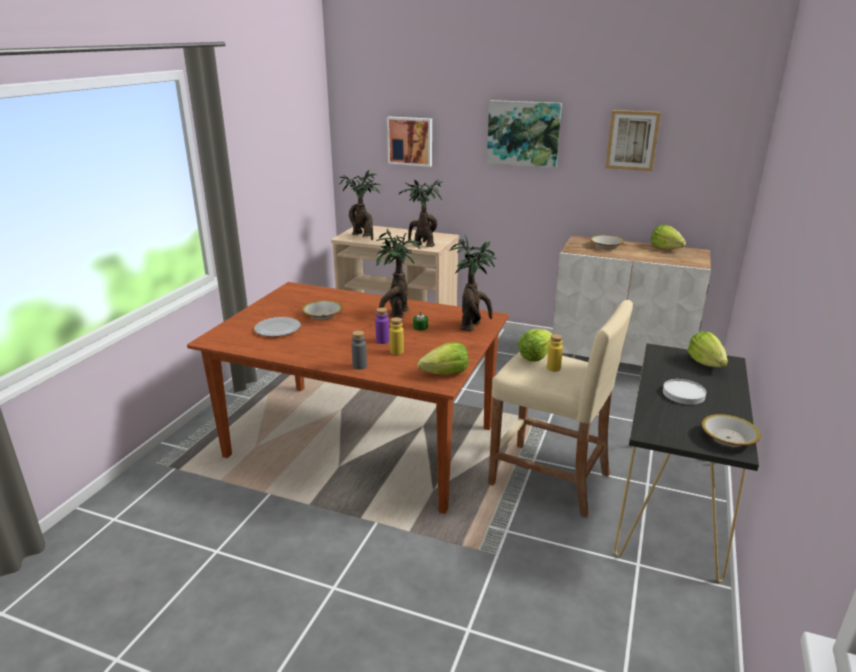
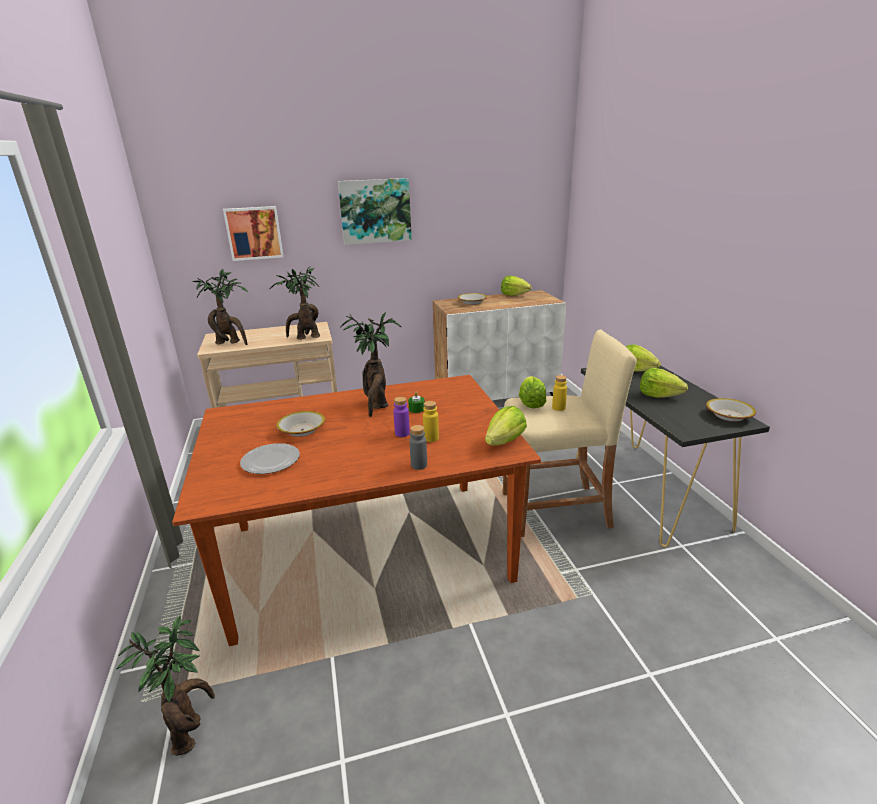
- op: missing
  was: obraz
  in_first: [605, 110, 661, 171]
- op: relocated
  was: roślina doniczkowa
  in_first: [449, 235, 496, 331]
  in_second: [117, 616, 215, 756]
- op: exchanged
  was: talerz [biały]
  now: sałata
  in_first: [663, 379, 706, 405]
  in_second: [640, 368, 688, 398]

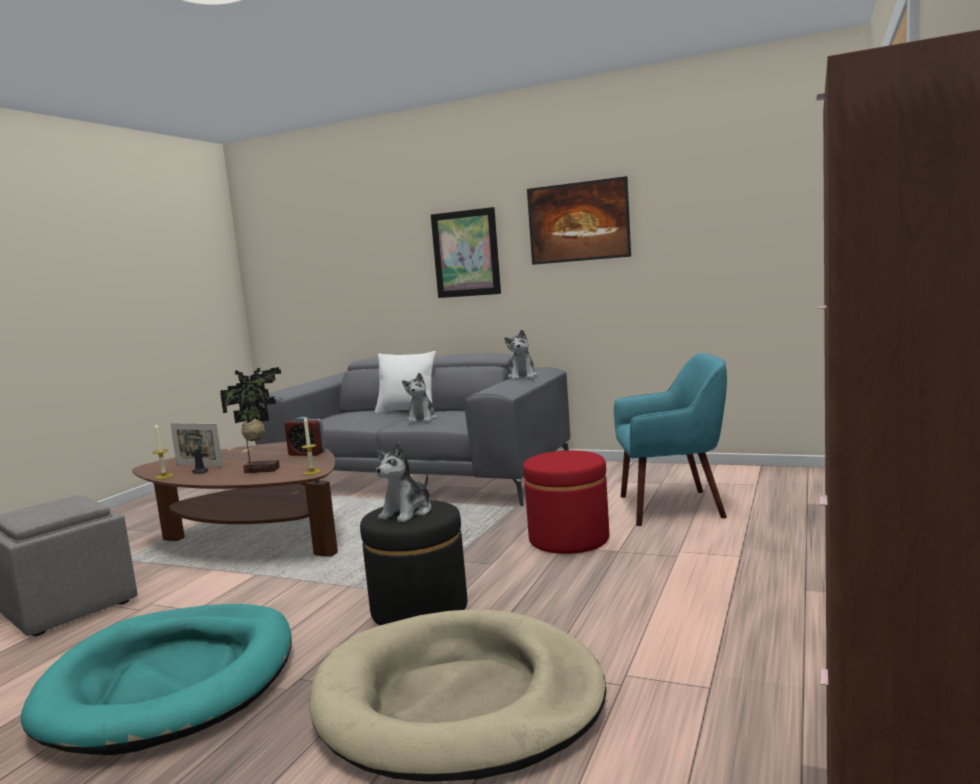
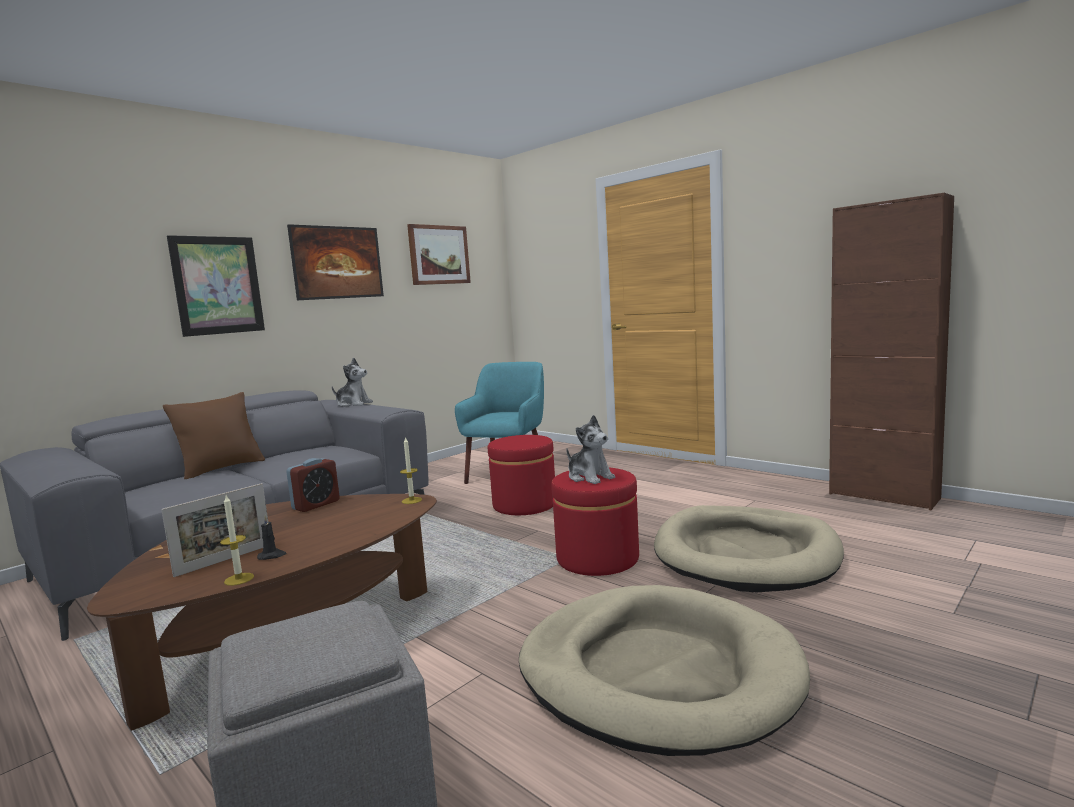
- op: colour
  was: poduszka [biały]
  now: poduszka [brązowy]
  in_first: [375, 351, 436, 413]
  in_second: [163, 392, 265, 479]
- op: missing
  was: roślina doniczkowa
  in_first: [220, 367, 281, 473]
- op: missing
  was: pluszak
  in_first: [402, 373, 437, 423]
- op: colour
  was: pufa [czarny]
  now: pufa [czerwony]
  in_first: [360, 500, 467, 625]
  in_second: [551, 468, 639, 576]
- op: colour
  was: legowisko [turkusowy]
  now: legowisko [beżowy]
  in_first: [20, 604, 292, 755]
  in_second: [519, 585, 810, 756]
- op: appeared
  now: obraz
  in_second: [407, 224, 471, 285]

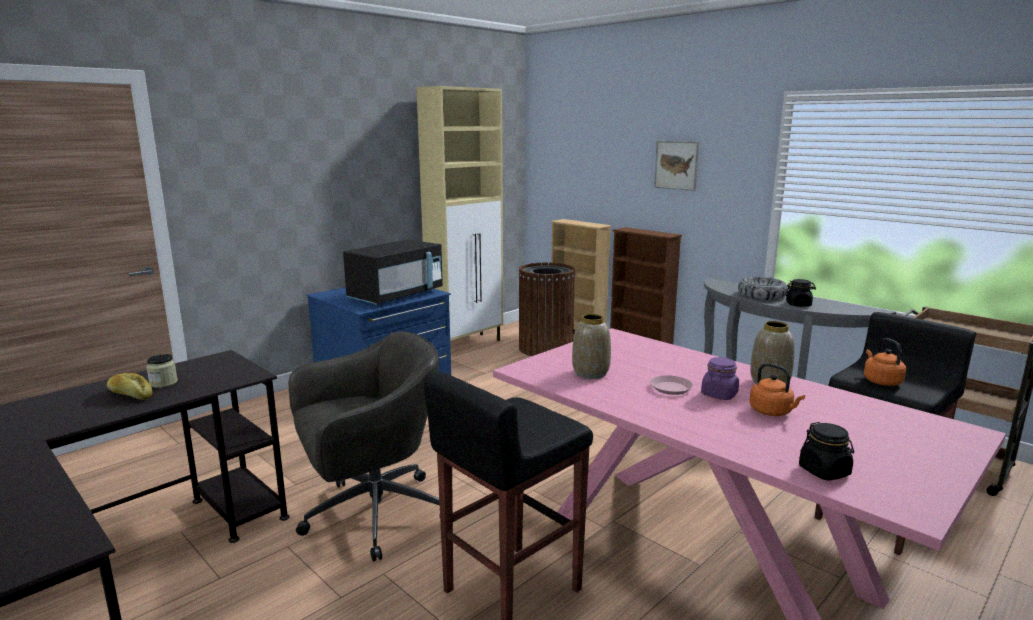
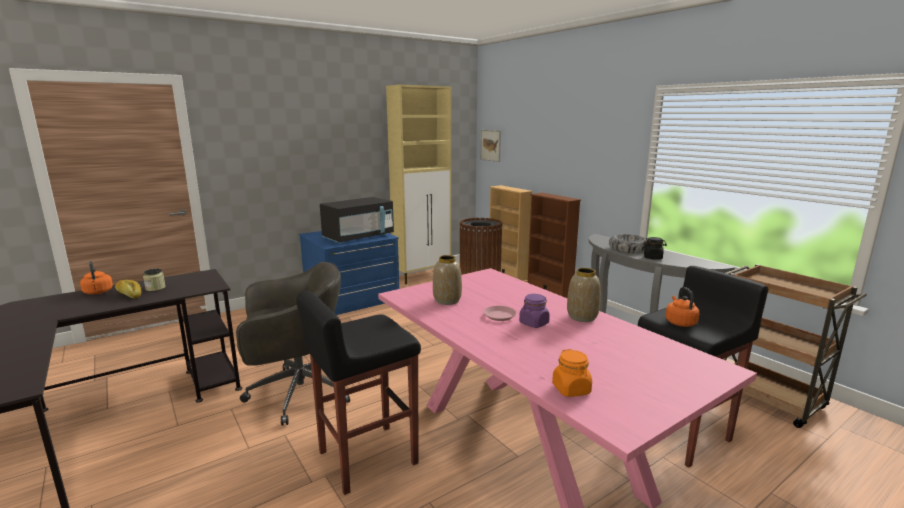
- op: relocated
  was: obraz
  in_first: [654, 141, 699, 191]
  in_second: [480, 130, 501, 162]
- op: relocated
  was: czajnik [pomarańczowy]
  in_first: [750, 363, 805, 416]
  in_second: [80, 261, 113, 294]
- op: colour
  was: słoik [czarny]
  now: słoik [pomarańczowy]
  in_first: [799, 422, 854, 481]
  in_second: [552, 349, 592, 397]

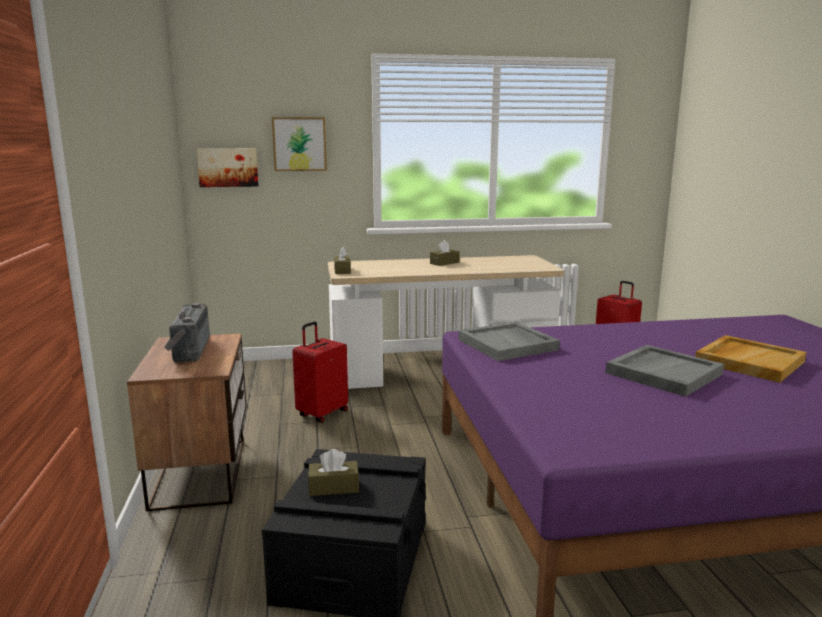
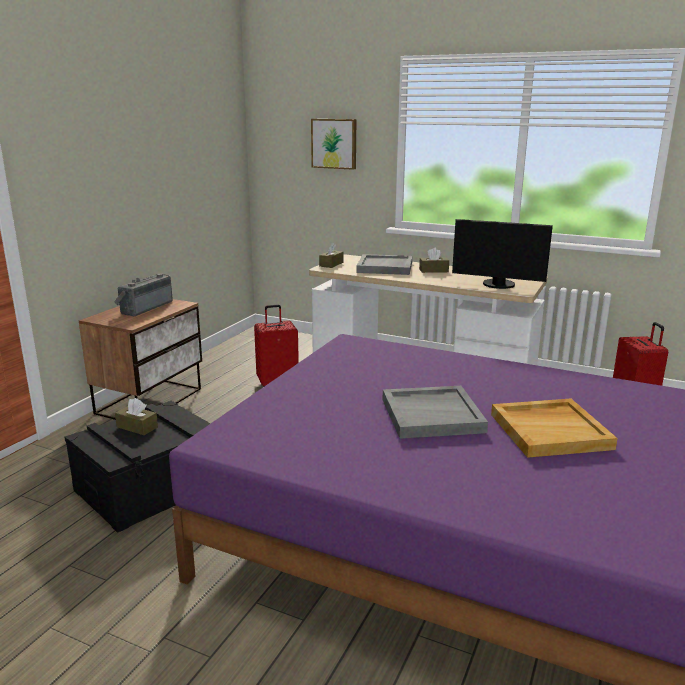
- op: missing
  was: obraz
  in_first: [196, 148, 259, 187]
- op: relocated
  was: taca [szary]
  in_first: [458, 322, 560, 361]
  in_second: [356, 254, 412, 275]
- op: appeared
  now: monitor
  in_second: [452, 219, 553, 289]

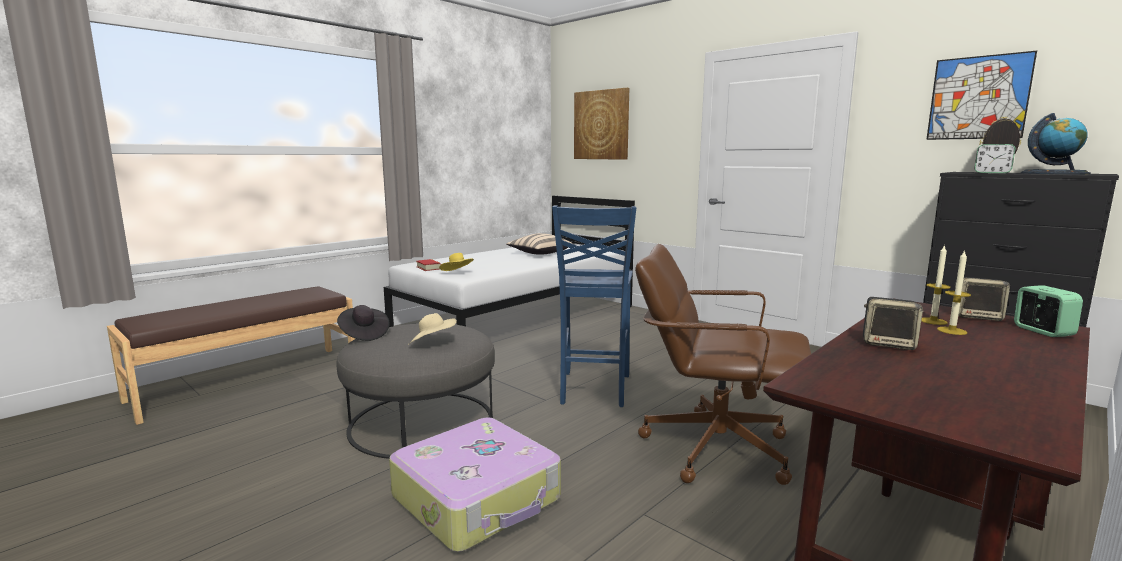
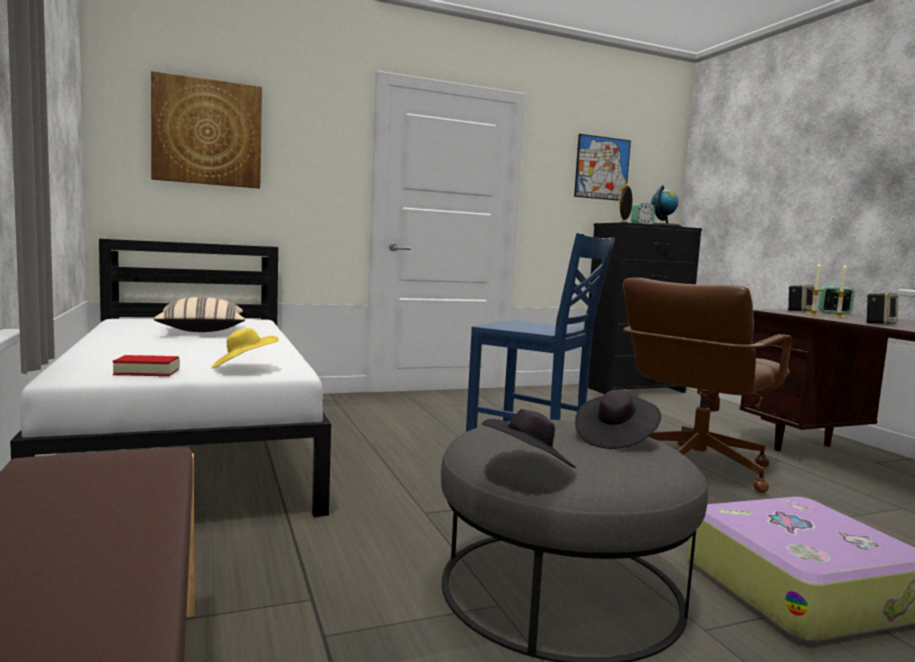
- op: colour
  was: kapelusz [beżowy]
  now: kapelusz [czarny]
  in_first: [408, 313, 457, 345]
  in_second: [575, 390, 661, 449]

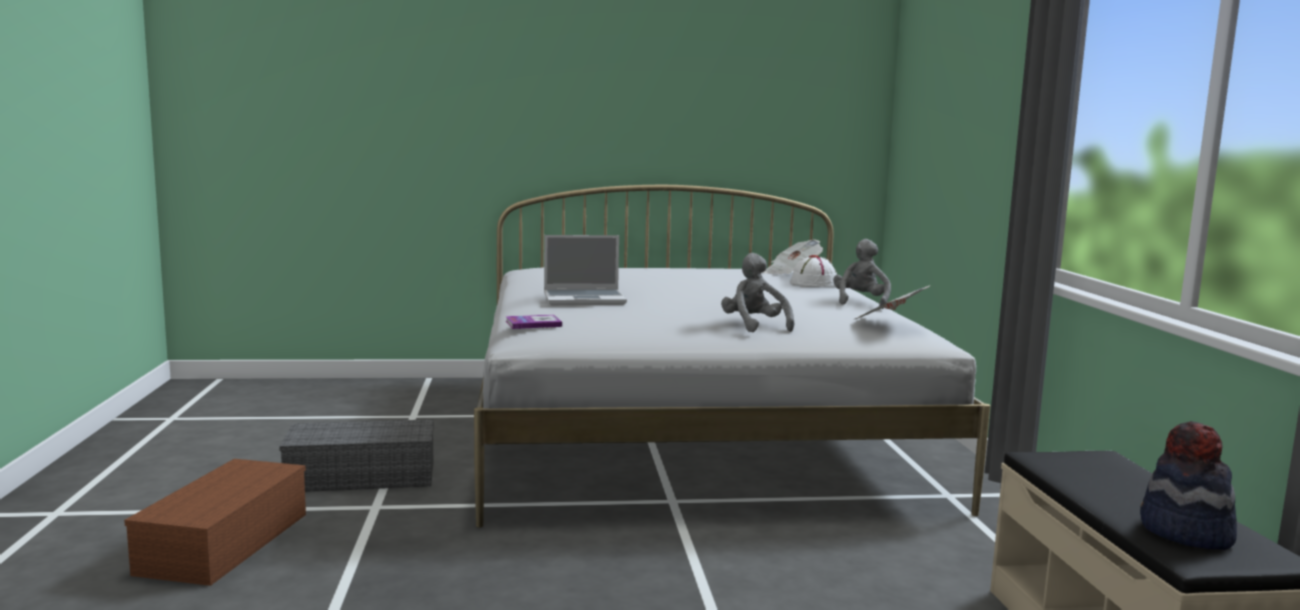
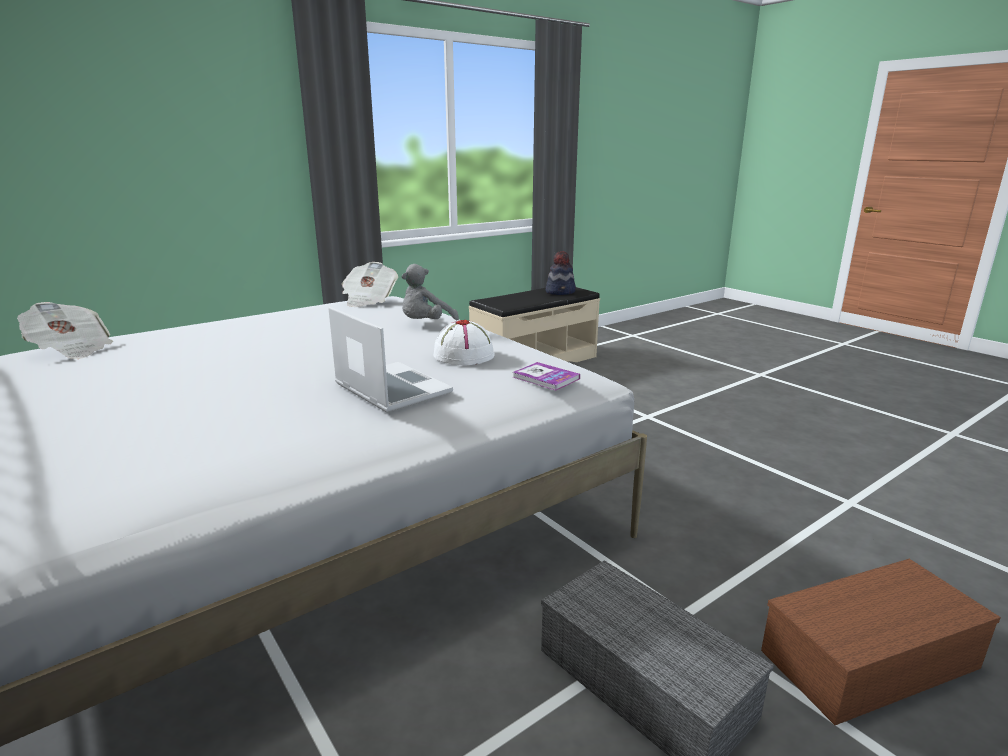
- op: missing
  was: pluszak [szary]
  in_first: [833, 239, 891, 309]
- op: relocated
  was: kapelusz [biały]
  in_first: [791, 255, 837, 286]
  in_second: [434, 320, 495, 365]

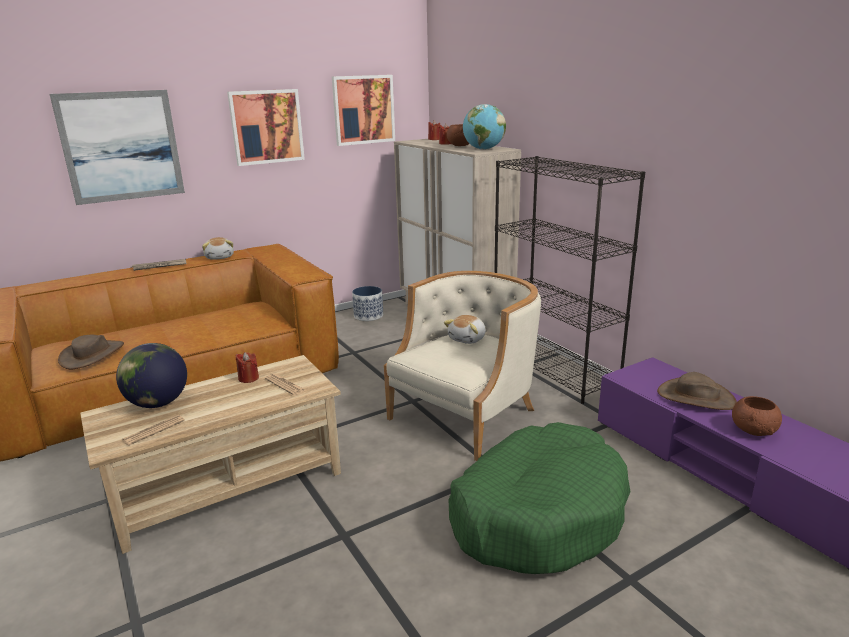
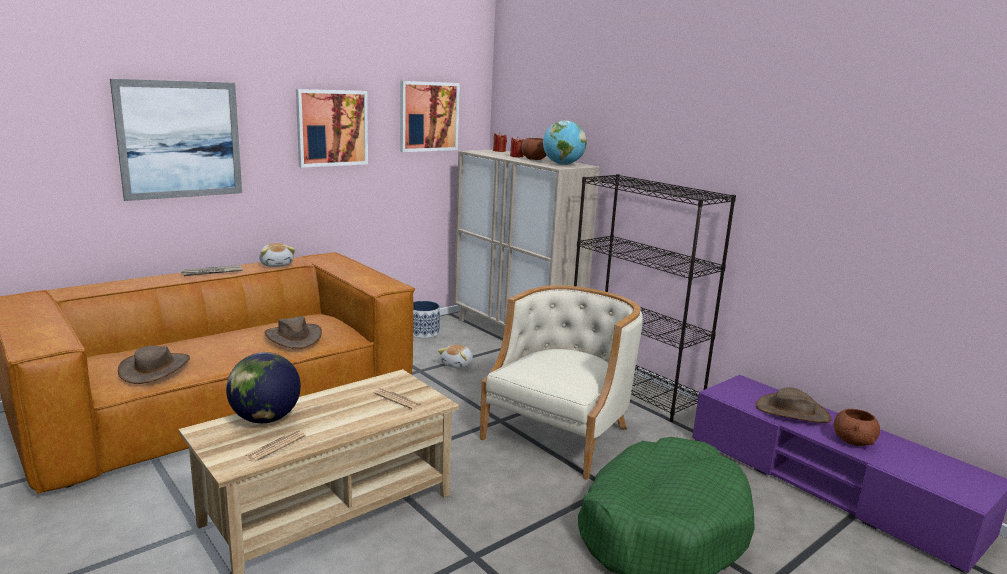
- op: relocated
  was: pluszak
  in_first: [444, 315, 486, 344]
  in_second: [438, 344, 473, 369]
- op: missing
  was: świeca [czerwony]
  in_first: [236, 352, 259, 383]
- op: appeared
  now: kapelusz [brązowy]
  in_second: [265, 316, 322, 349]

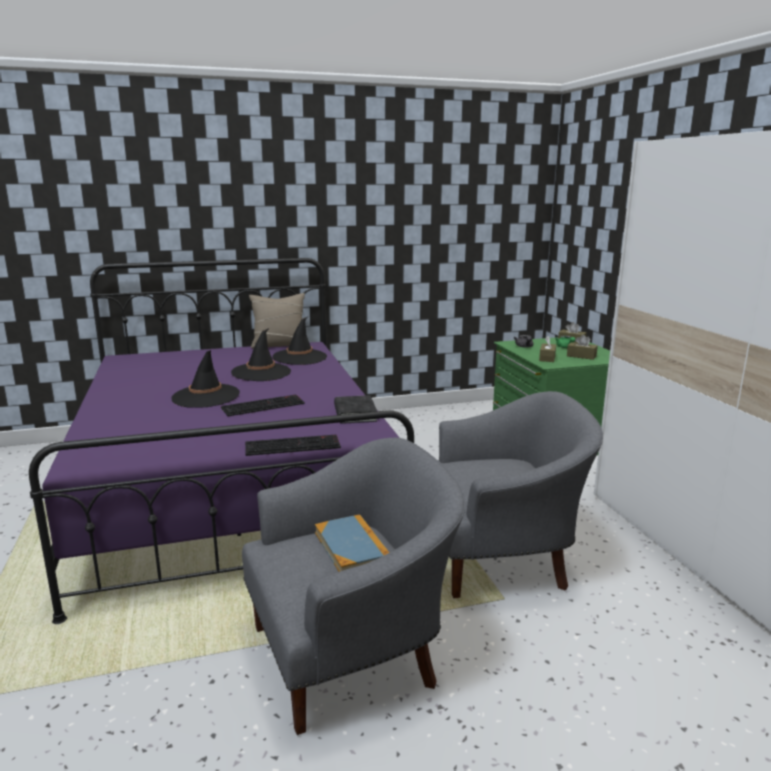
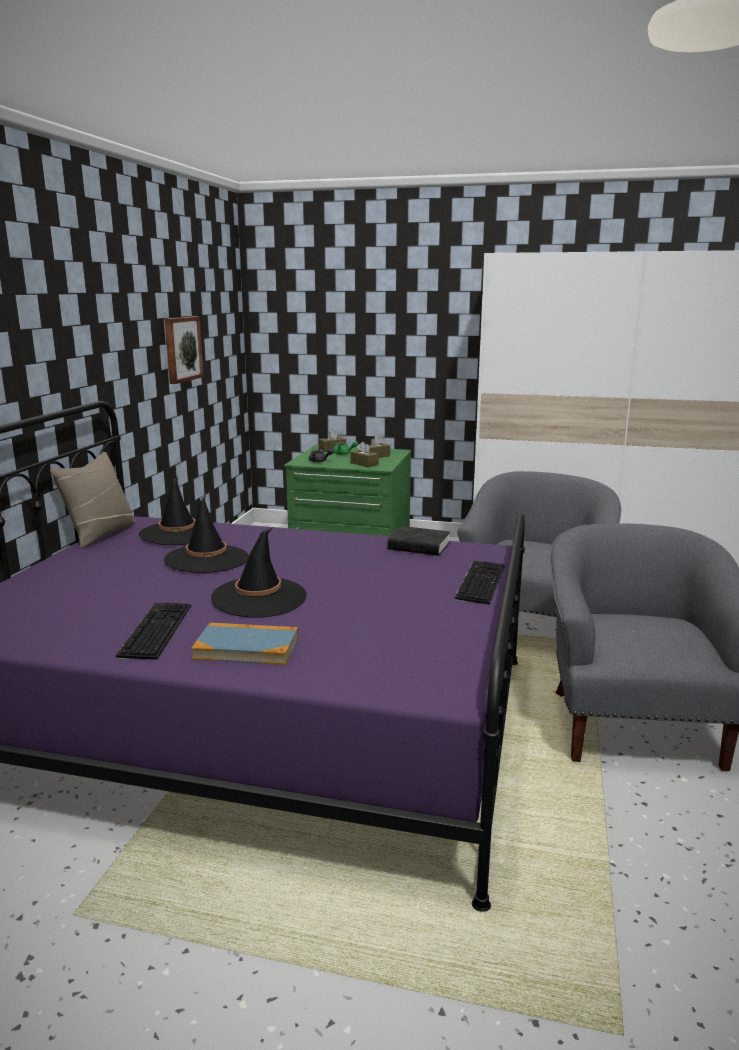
- op: relocated
  was: klawiatura
  in_first: [221, 395, 305, 416]
  in_second: [116, 603, 191, 659]
- op: relocated
  was: książka
  in_first: [315, 514, 390, 572]
  in_second: [191, 623, 299, 665]
- op: appeared
  now: obraz
  in_second: [165, 316, 204, 384]

